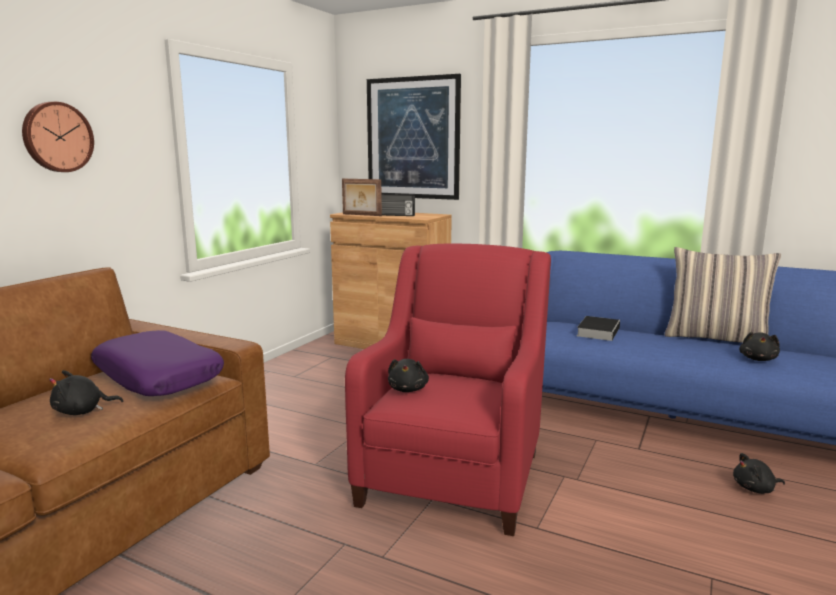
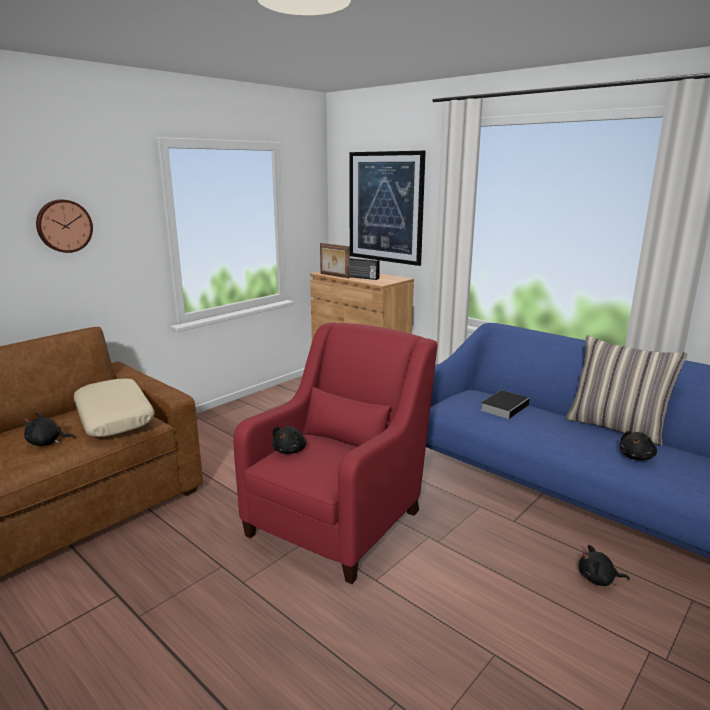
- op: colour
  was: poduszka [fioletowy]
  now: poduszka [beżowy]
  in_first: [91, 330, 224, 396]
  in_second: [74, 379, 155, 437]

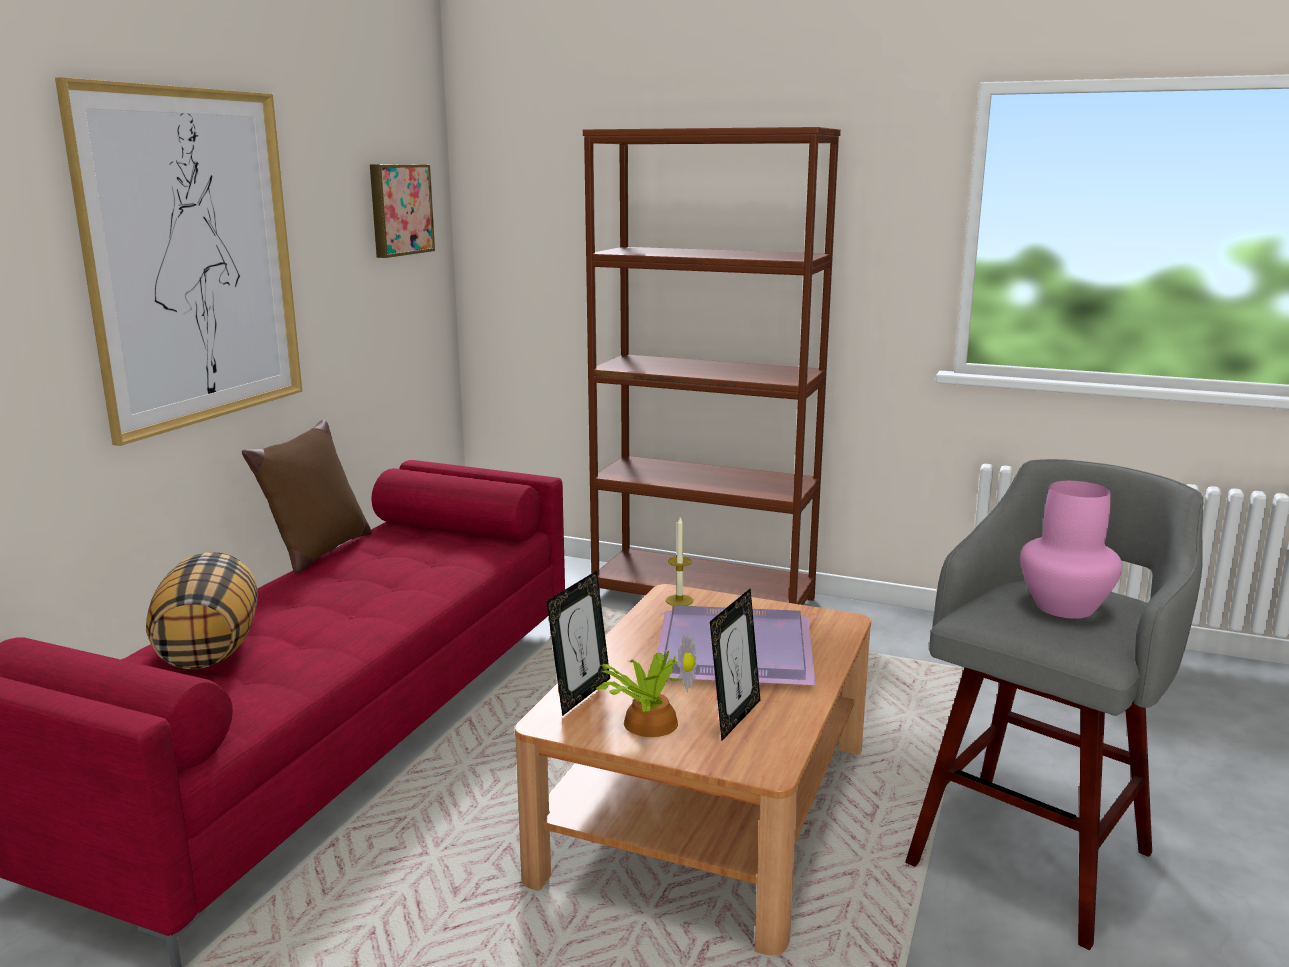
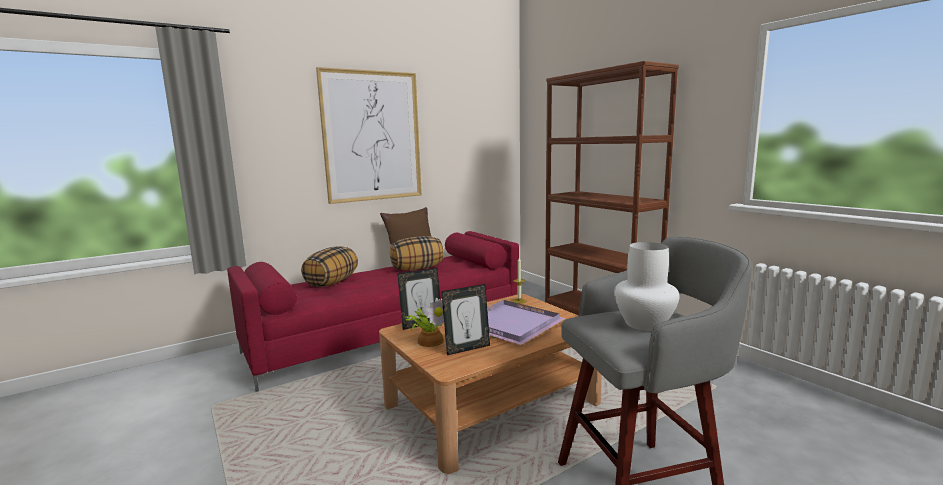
- op: missing
  was: obraz
  in_first: [370, 164, 435, 258]
- op: colour
  was: wazon [różowy]
  now: wazon [biały]
  in_first: [1020, 481, 1122, 619]
  in_second: [614, 242, 680, 331]
- op: appeared
  now: poduszka
  in_second: [390, 236, 443, 270]

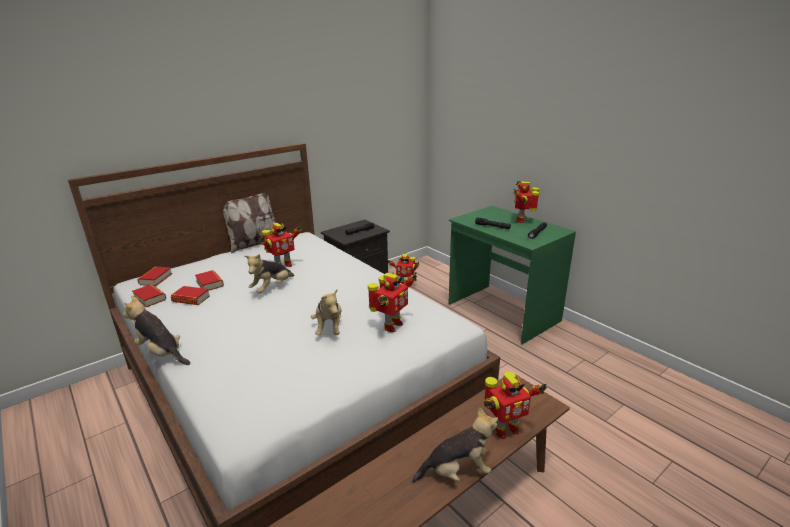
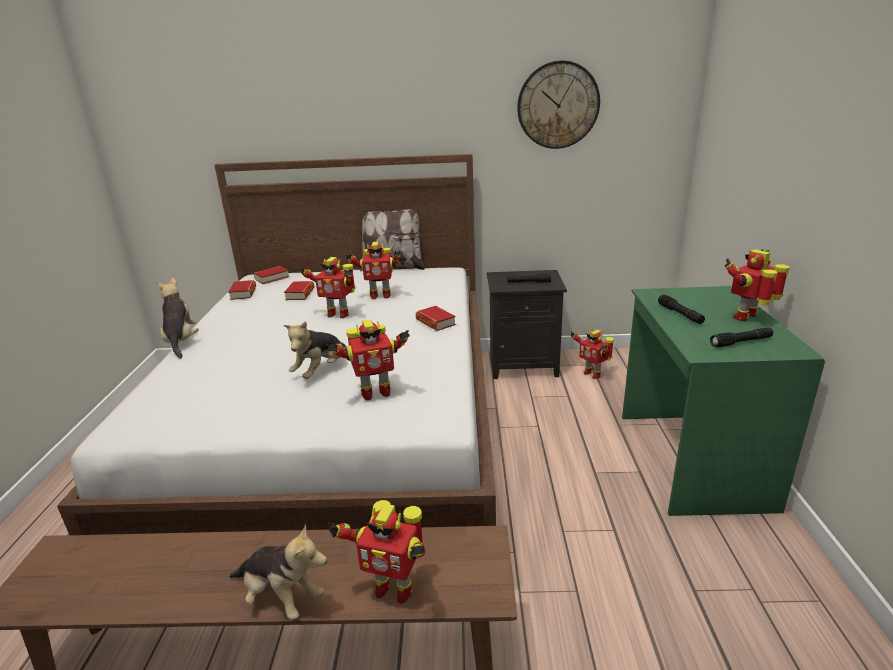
- op: exchanged
  was: pluszak
  now: robot zabawkowy
  in_first: [245, 254, 294, 293]
  in_second: [298, 257, 356, 318]
- op: relocated
  was: książka
  in_first: [171, 286, 210, 305]
  in_second: [416, 306, 456, 331]
- op: appeared
  now: zegar ścienny
  in_second: [517, 61, 600, 149]

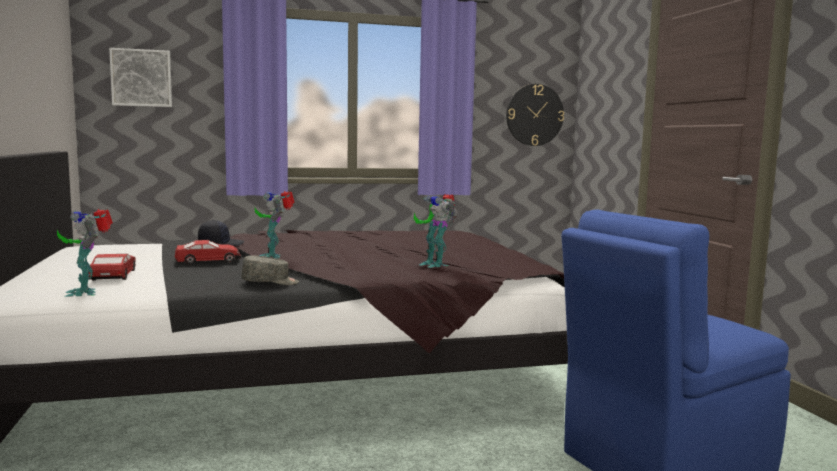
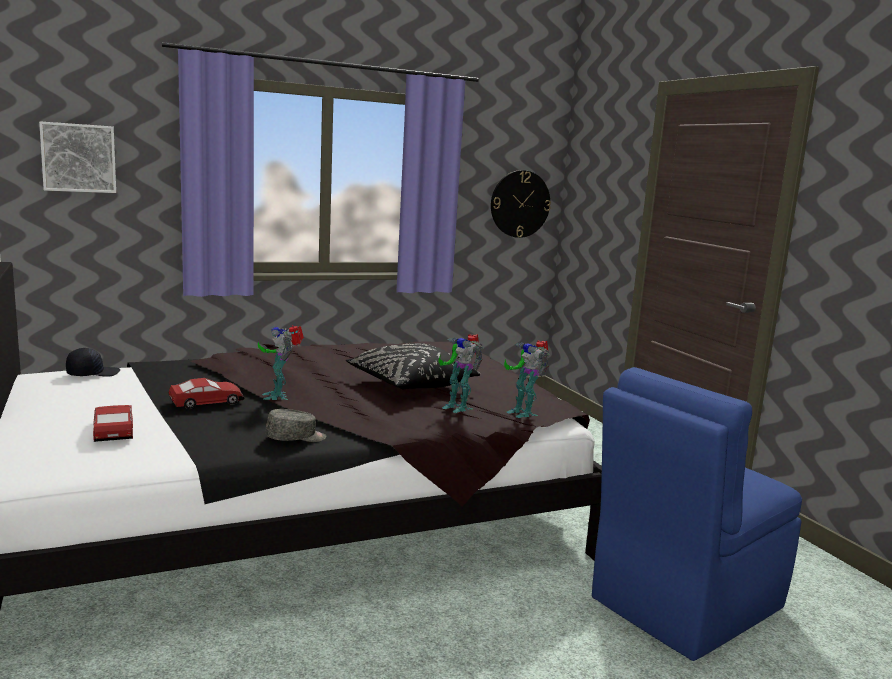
- op: relocated
  was: robot zabawkowy
  in_first: [57, 209, 113, 297]
  in_second: [504, 340, 550, 418]
- op: relocated
  was: czapka z daszkiem [czarny]
  in_first: [198, 220, 244, 246]
  in_second: [66, 348, 120, 377]
- op: appeared
  now: poduszka [czarny]
  in_second: [346, 343, 481, 390]

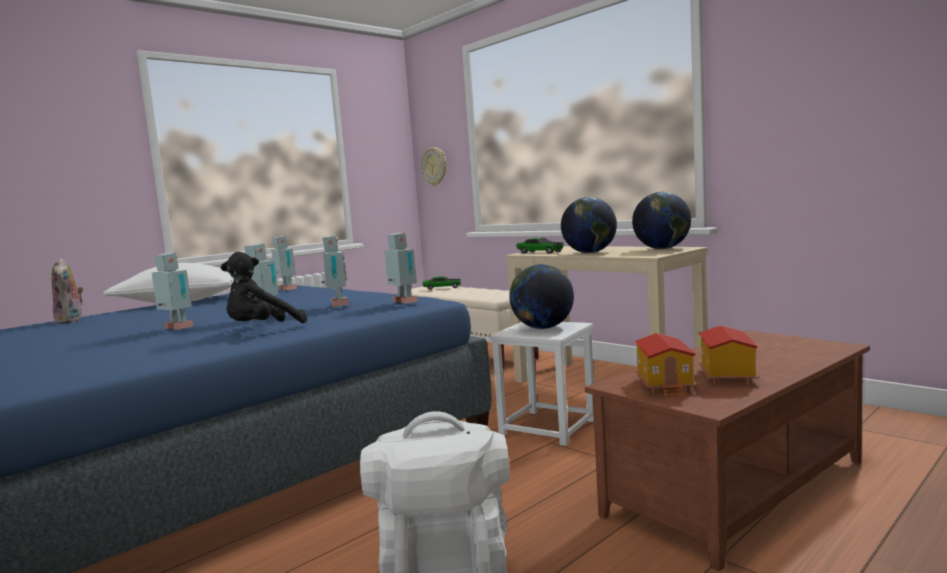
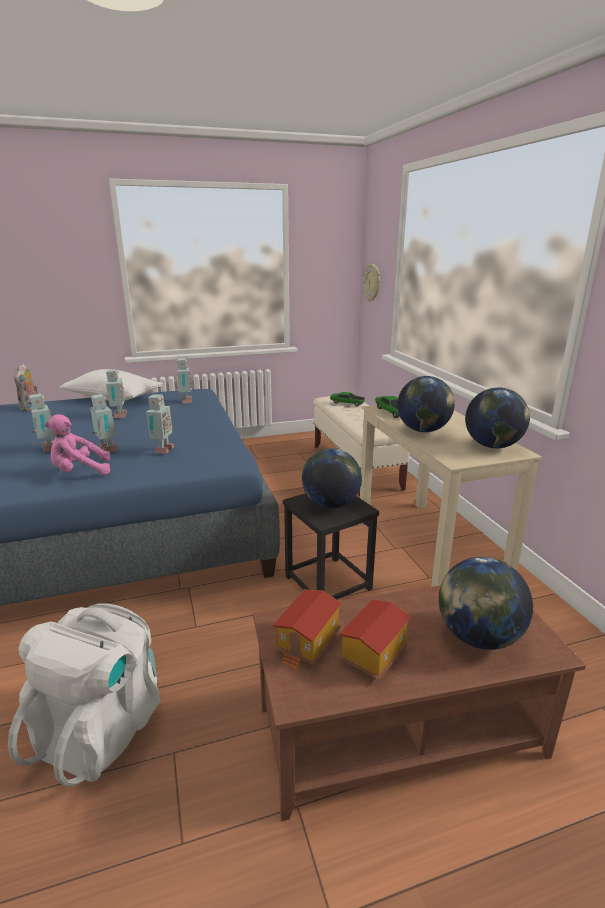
- op: relocated
  was: robot zabawkowy
  in_first: [384, 233, 418, 303]
  in_second: [106, 369, 127, 418]
- op: colour
  was: pluszak [czarny]
  now: pluszak [różowy]
  in_first: [221, 252, 307, 323]
  in_second: [45, 414, 110, 475]
- op: colour
  was: stołek [biały]
  now: stołek [czarny]
  in_first: [490, 322, 594, 446]
  in_second: [283, 493, 379, 599]
- op: appeared
  now: globus
  in_second: [439, 557, 533, 650]

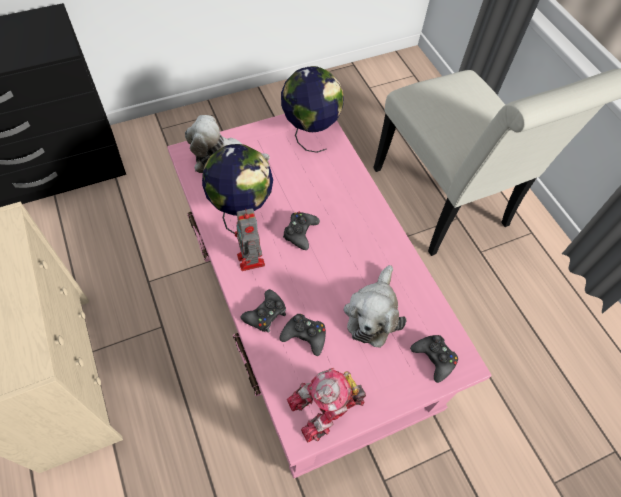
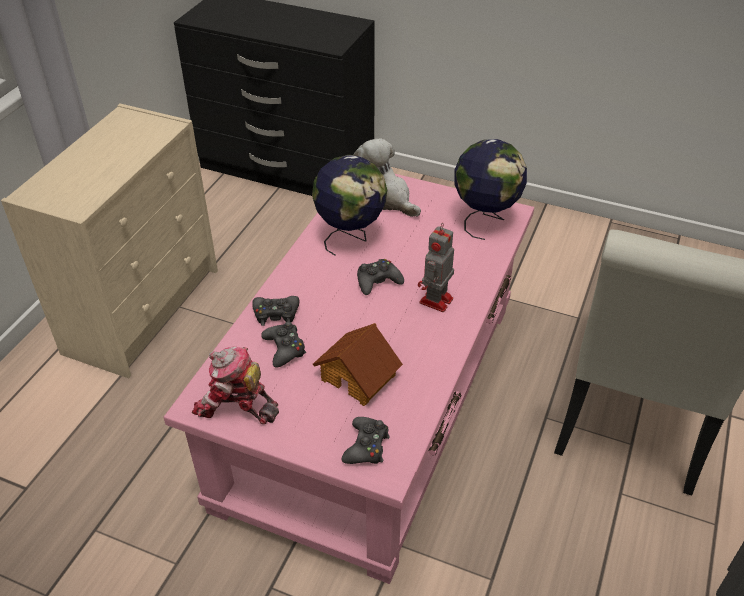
- op: relocated
  was: robot zabawkowy
  in_first: [234, 208, 265, 271]
  in_second: [418, 223, 454, 312]
- op: exchanged
  was: pluszak
  now: domek
  in_first: [344, 265, 407, 348]
  in_second: [313, 323, 403, 406]

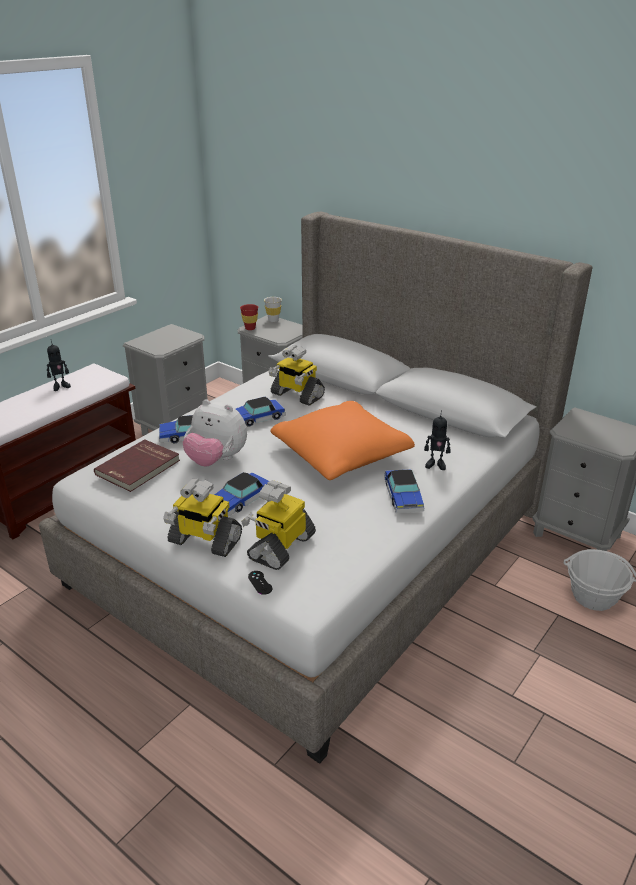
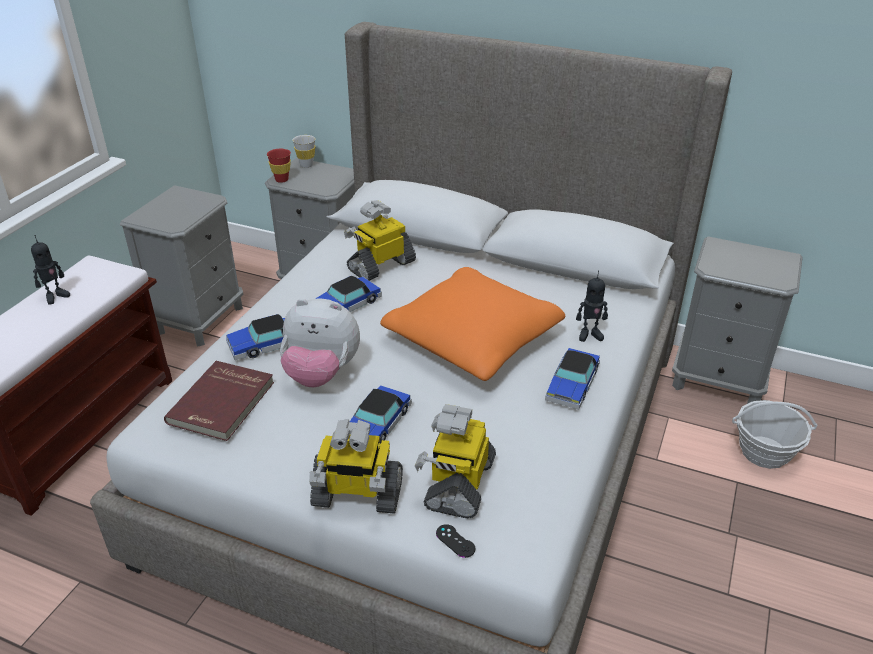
- op: spun
  was: robot zabawkowy
  in_first: [269, 345, 325, 406]
  in_second: [344, 200, 416, 281]
  clockwise: 120
- op: spun
  was: samochodzik
  in_first: [384, 469, 424, 513]
  in_second: [545, 348, 600, 410]
  clockwise: 45

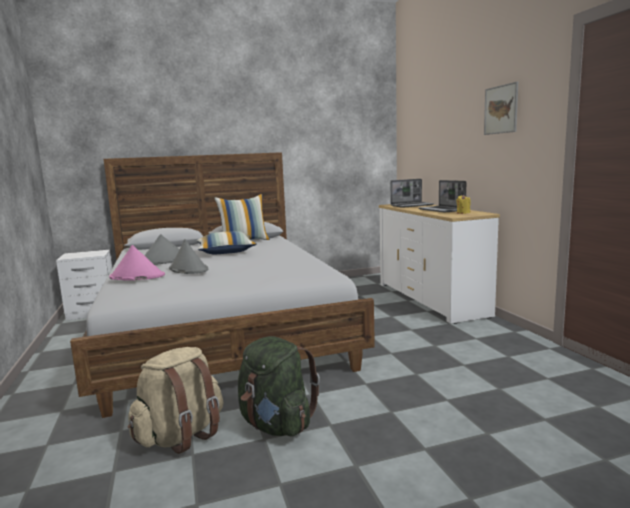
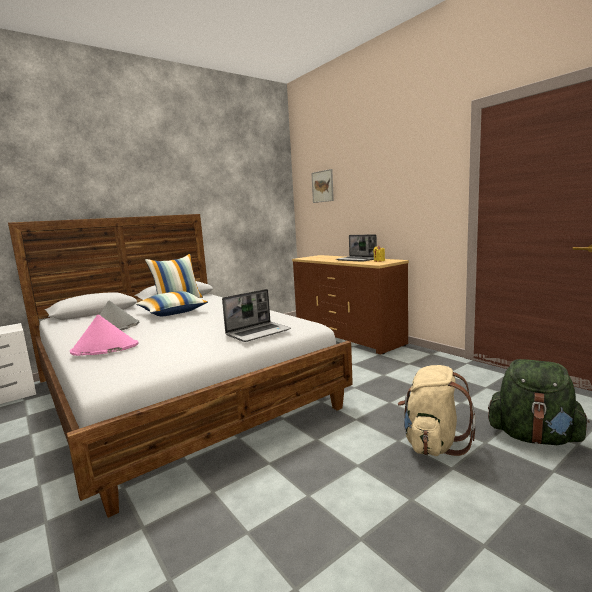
- op: relocated
  was: obraz
  in_first: [484, 82, 518, 135]
  in_second: [311, 169, 334, 203]
- op: relocated
  was: laptop
  in_first: [390, 179, 435, 208]
  in_second: [222, 289, 291, 342]
- op: colour
  was: komoda [biały]
  now: komoda [brązowy]
  in_first: [379, 204, 500, 324]
  in_second: [292, 255, 409, 355]
- op: missing
  was: kapelusz [szary]
  in_first: [169, 239, 209, 274]
- op: relocated
  was: plecak [zielony]
  in_first: [238, 336, 320, 436]
  in_second: [488, 359, 590, 445]
- op: relocated
  was: plecak [beżowy]
  in_first: [128, 347, 223, 454]
  in_second: [398, 365, 476, 456]

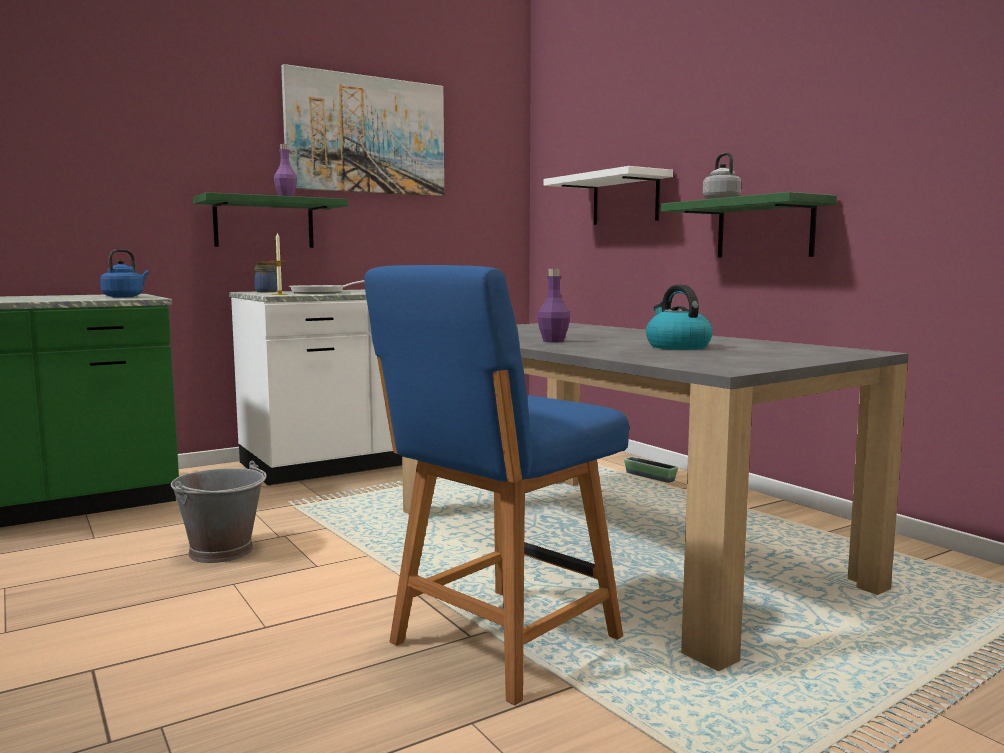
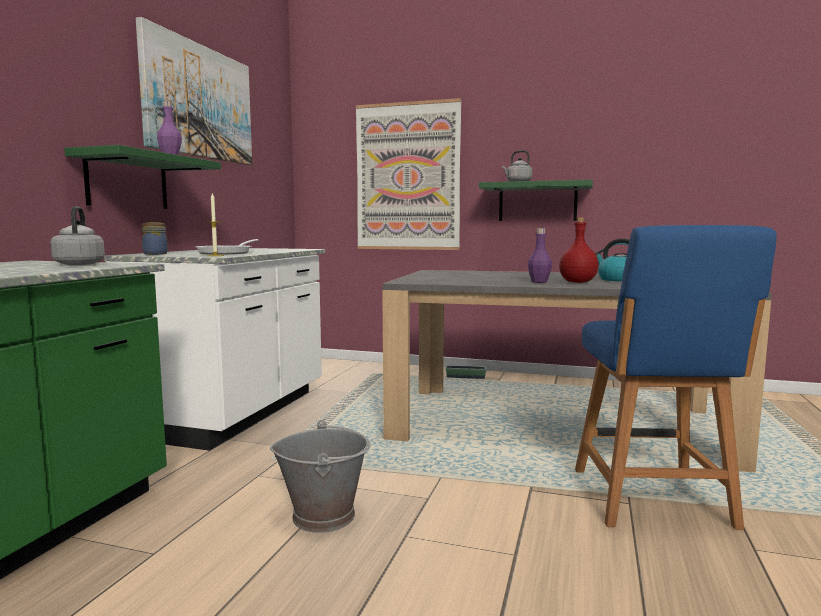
- op: exchanged
  was: półka [biały]
  now: obraz
  in_first: [544, 166, 673, 225]
  in_second: [356, 98, 461, 250]
- op: colour
  was: czajnik [niebieski]
  now: czajnik [szary]
  in_first: [100, 249, 149, 298]
  in_second: [50, 206, 105, 265]
- op: appeared
  now: butelka [czerwony]
  in_second: [559, 217, 599, 283]

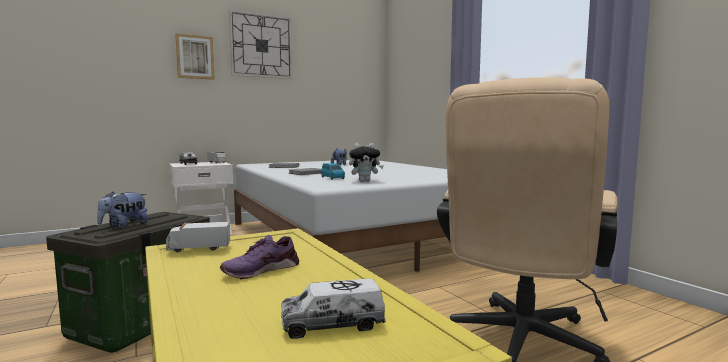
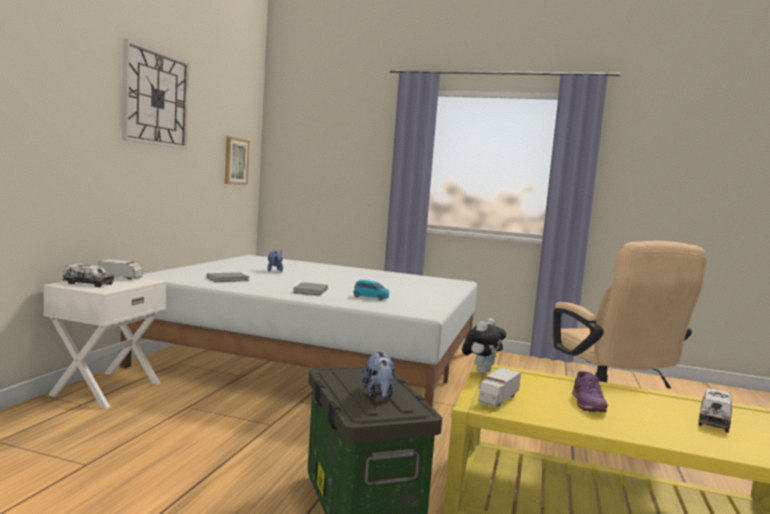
- op: relocated
  was: obraz
  in_first: [175, 33, 214, 80]
  in_second: [225, 137, 250, 185]
- op: relocated
  was: pluszak
  in_first: [349, 143, 384, 182]
  in_second: [462, 318, 506, 374]

